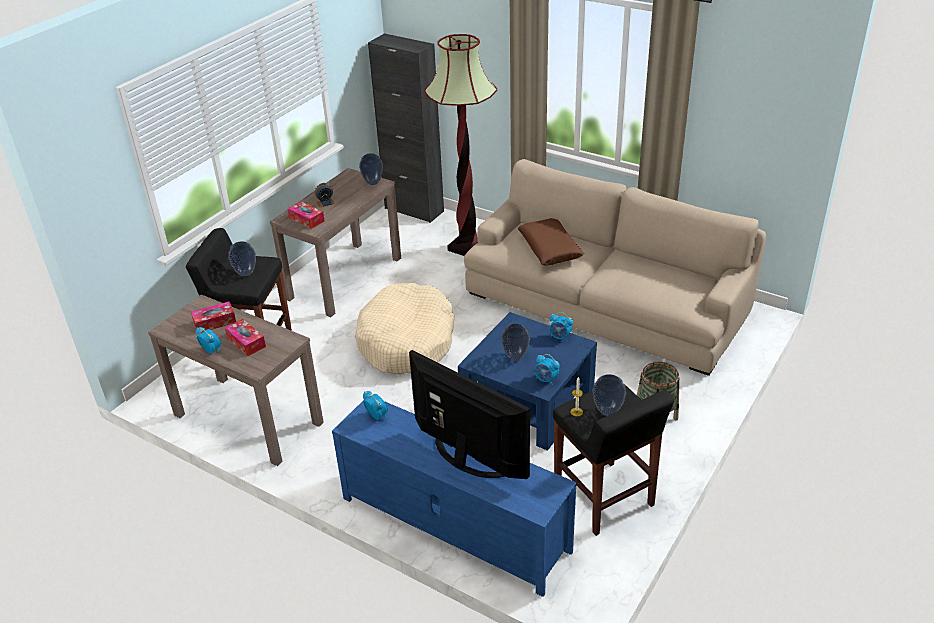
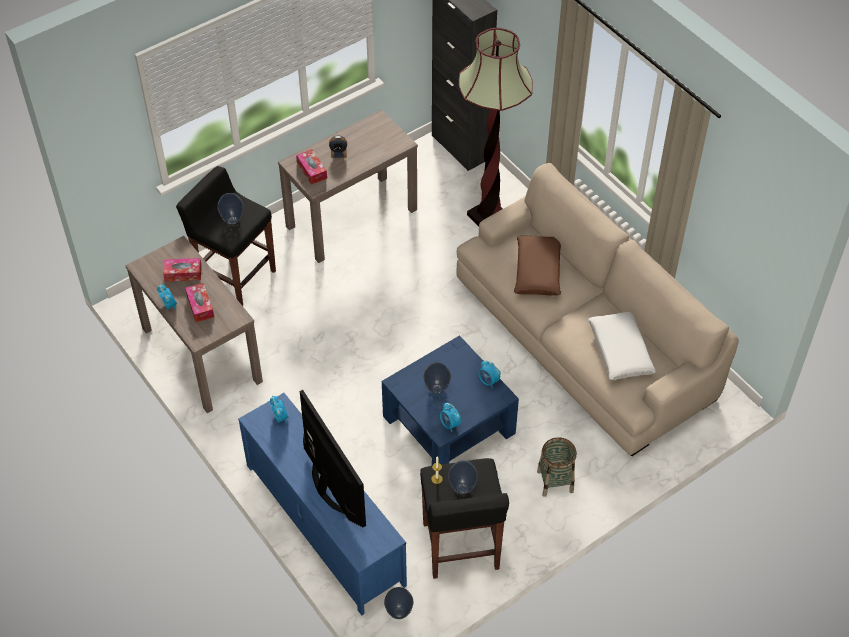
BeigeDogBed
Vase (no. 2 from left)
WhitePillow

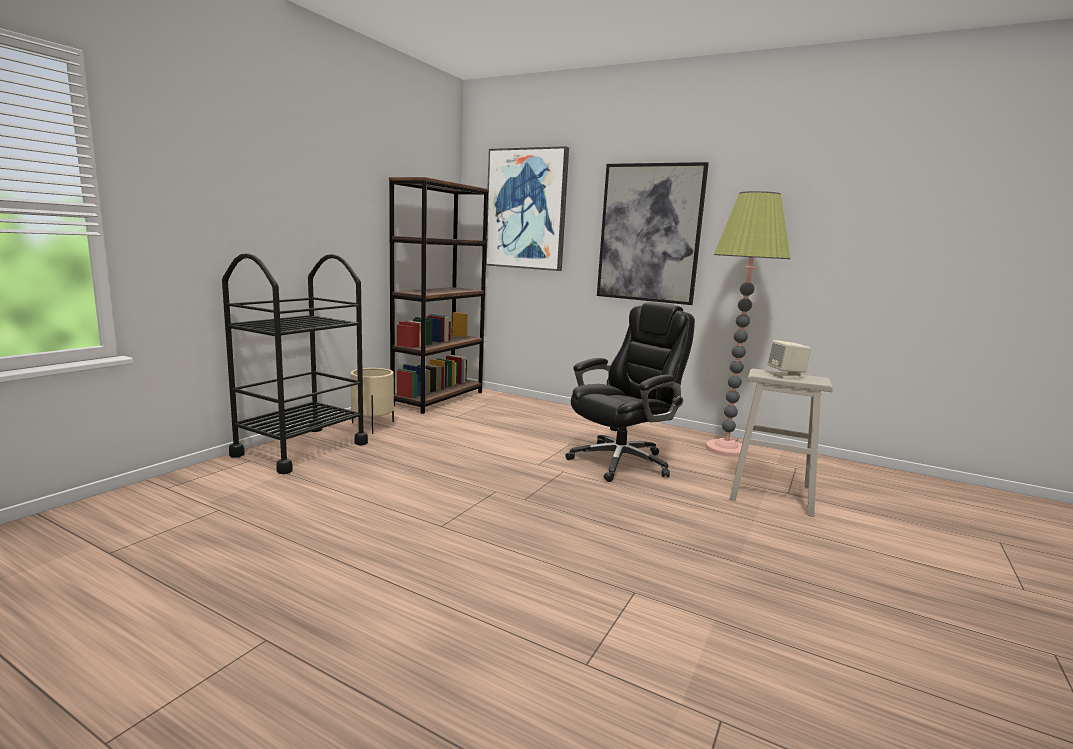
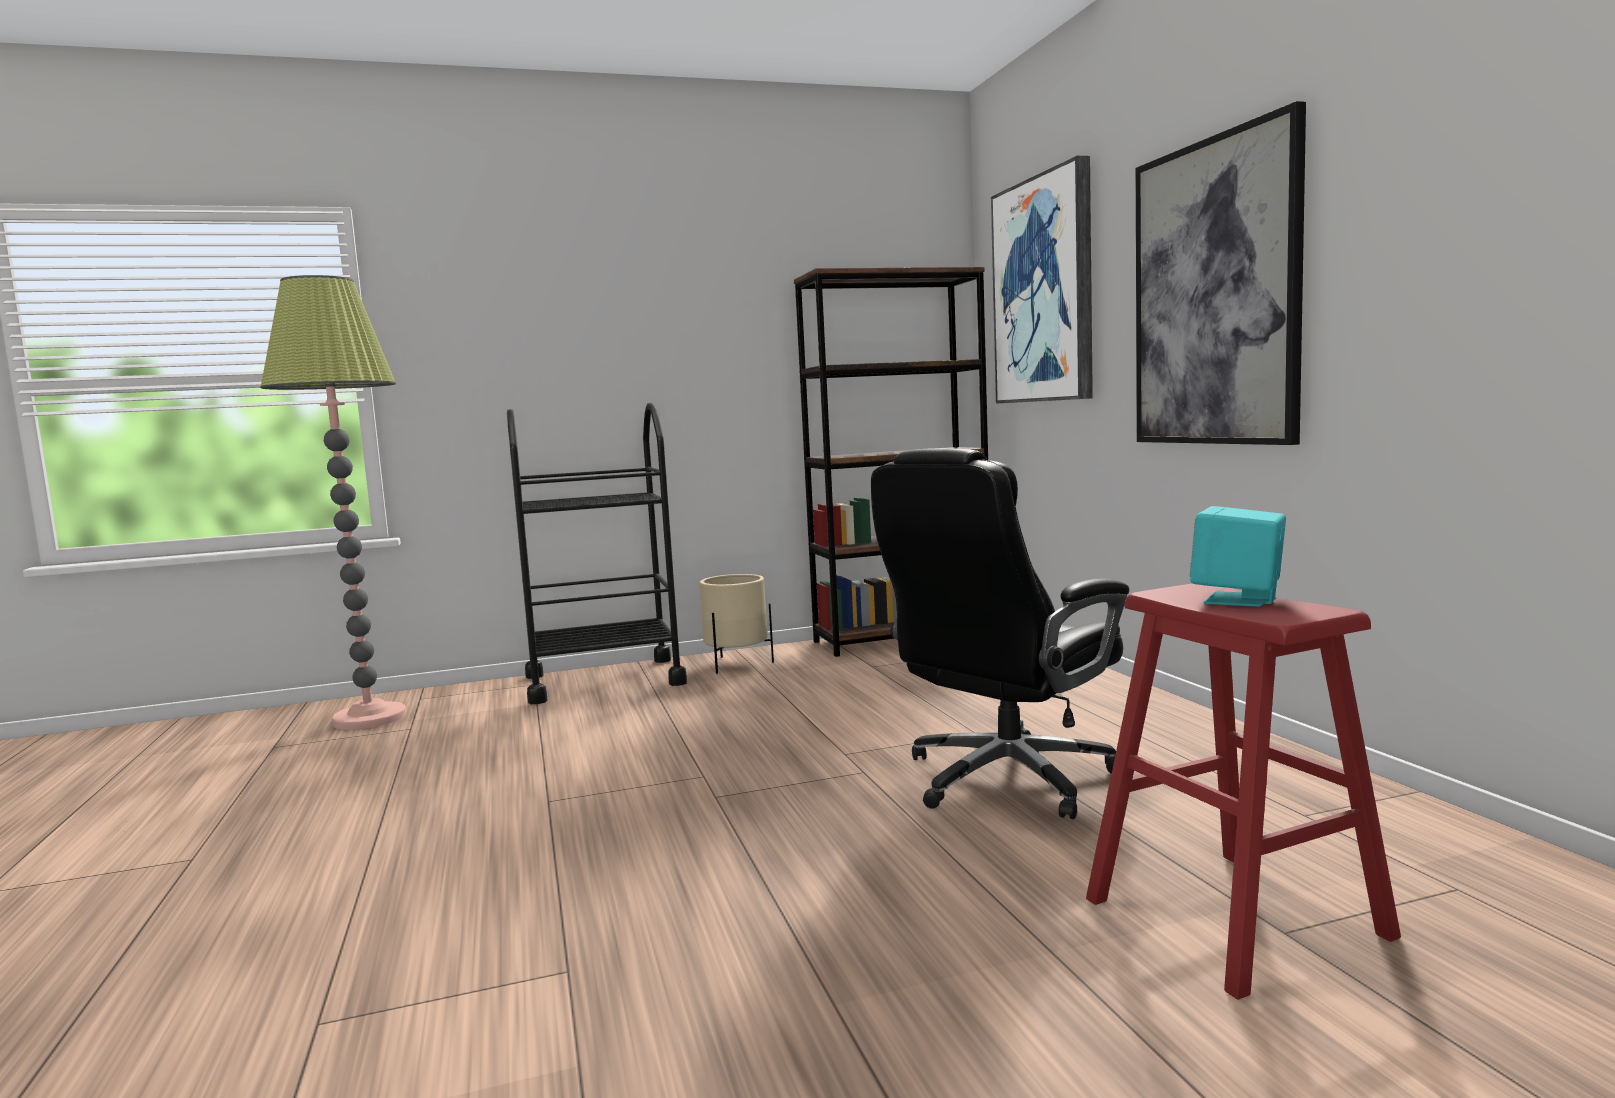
BlackOfficeChair
FloorLamp
RedStool
TurquoiseSpeaker

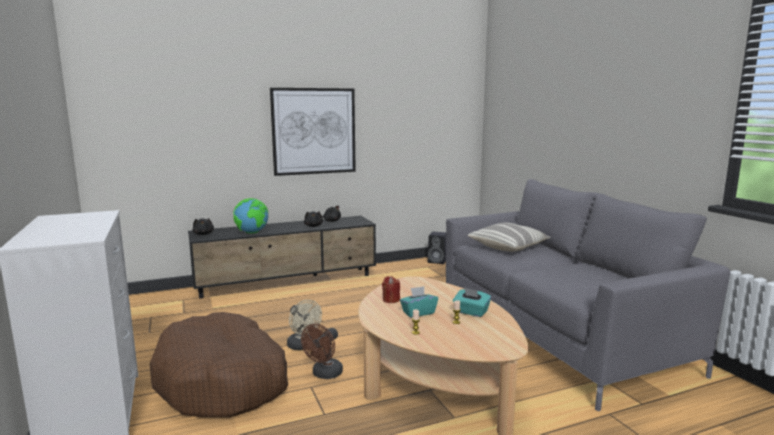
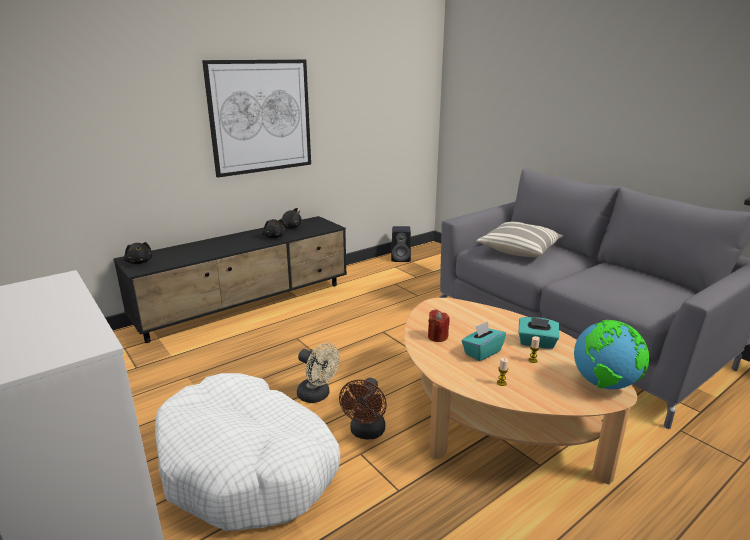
WhiteDogBed
Globe

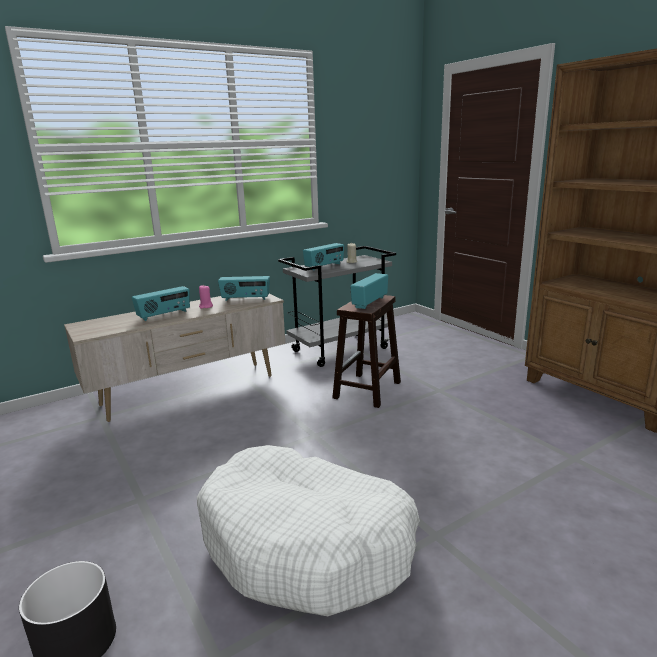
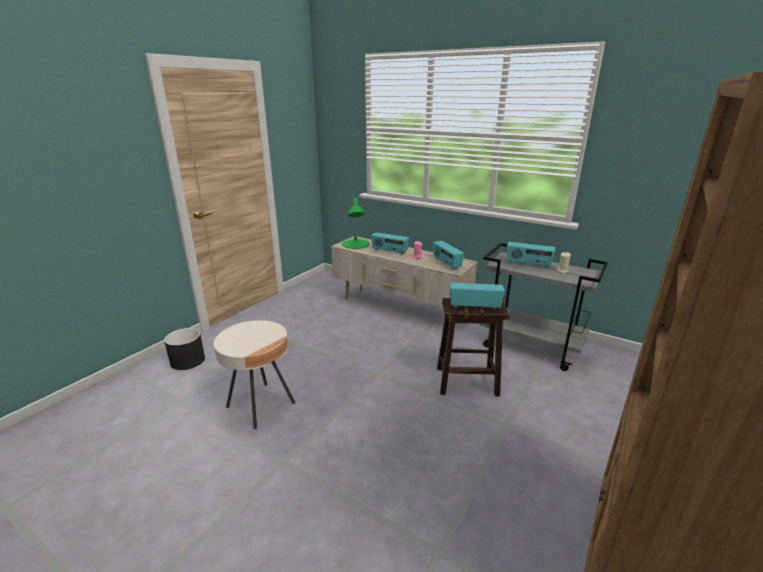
BeigeSideTable
GreenTableLamp

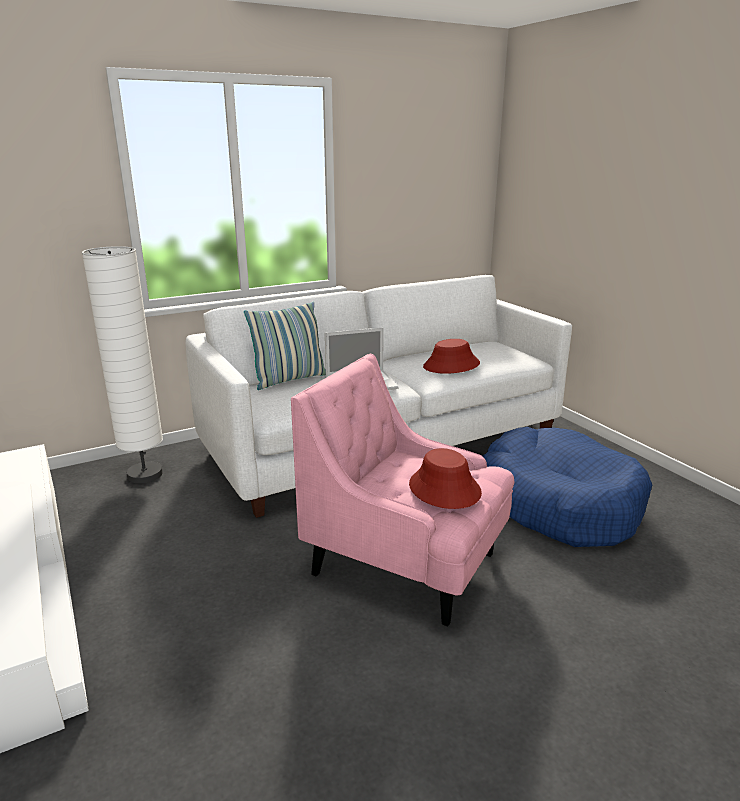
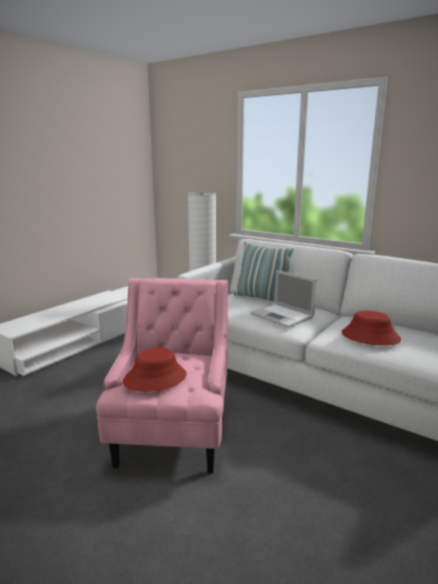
BlueDogBed

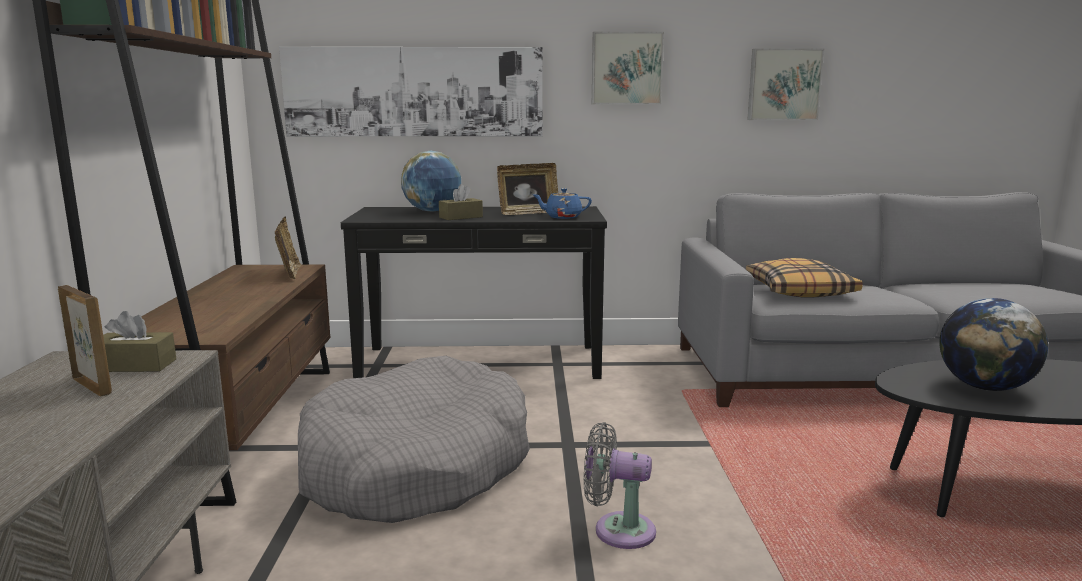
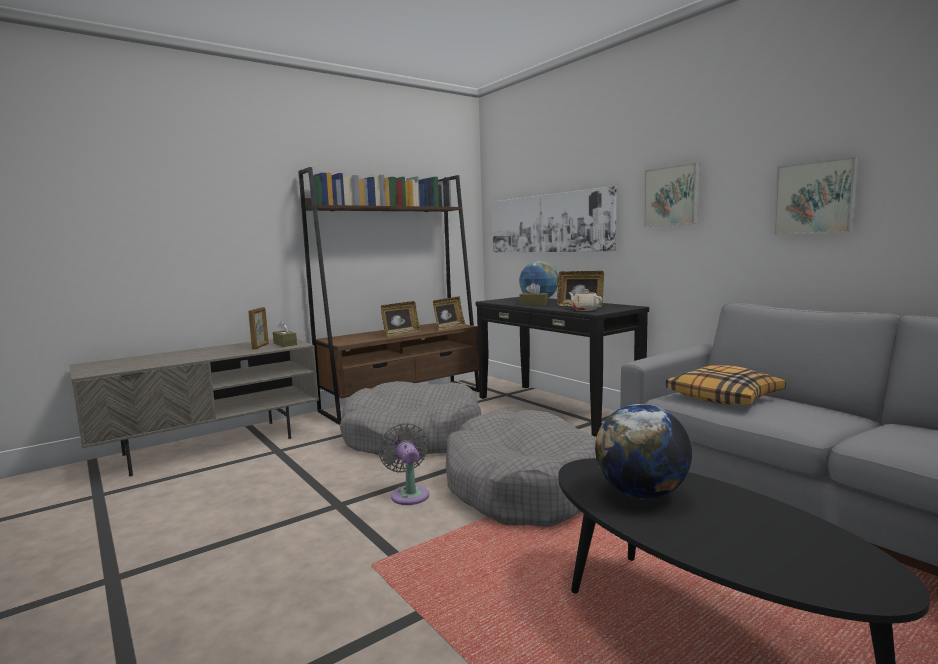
BeigeTeapot
PictureFrame (no. 2 from left)
GreyDogBed (no. 2 from left)

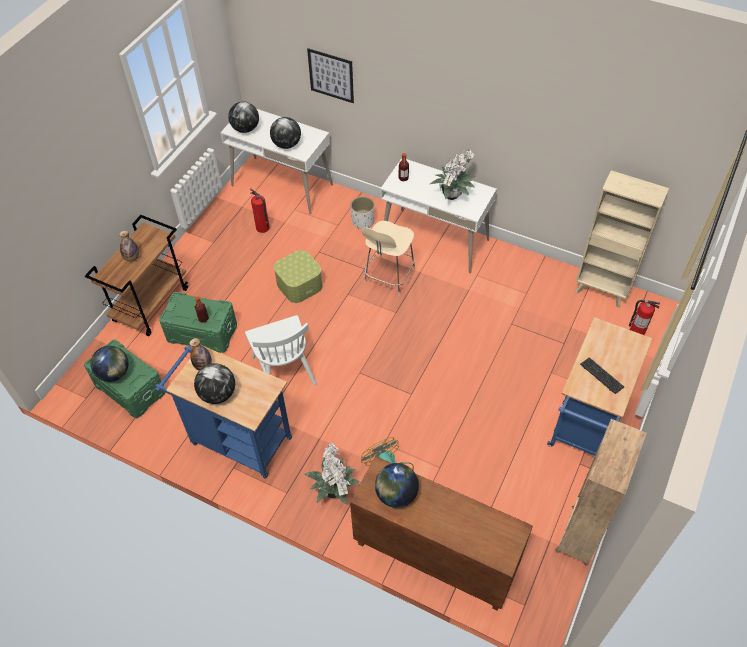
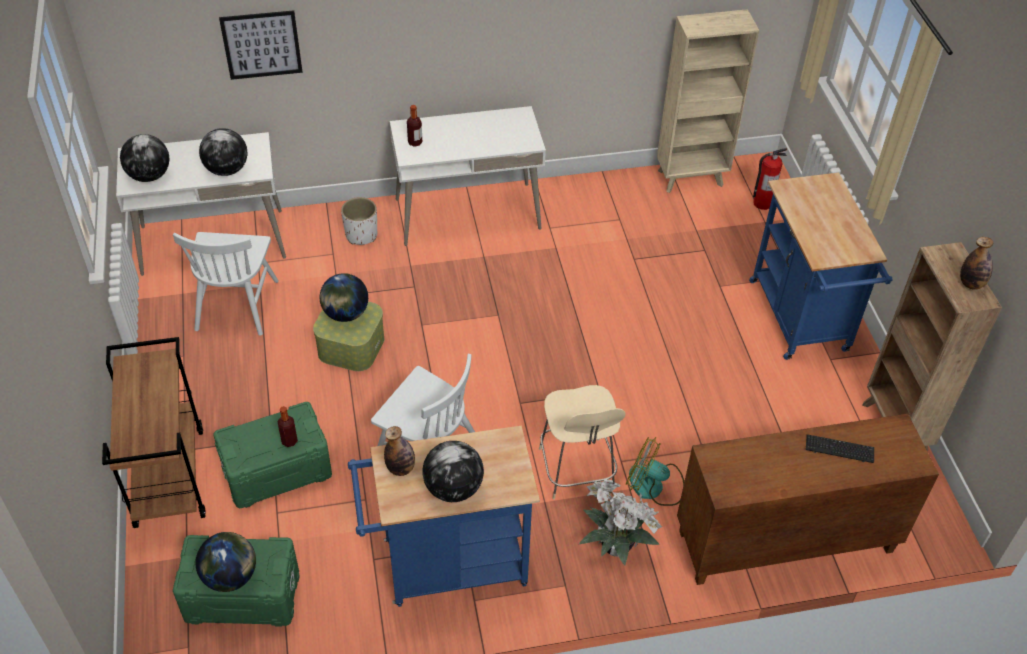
Bottle (no. 4 from left)
WhiteChair (no. 1 from left)
BeigeStool
Globe (no. 4 from left)
PottedPlant (no. 2 from left in the first image)
Keyboard

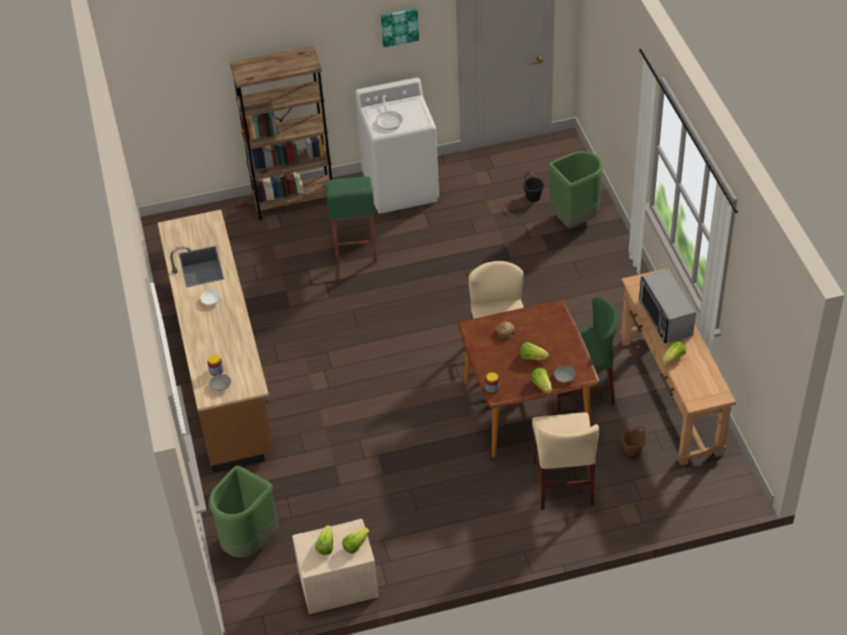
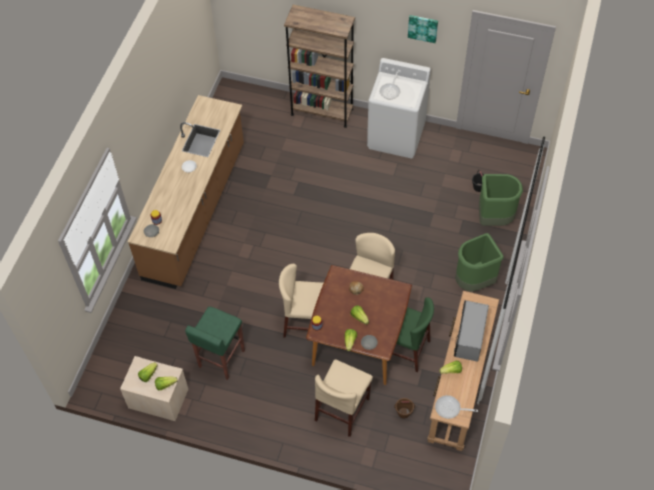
GreenTrashCan (no. 1 from left)
GreenStool
BeigeChair (no. 1 from left)
FryingPan (no. 2 from left)

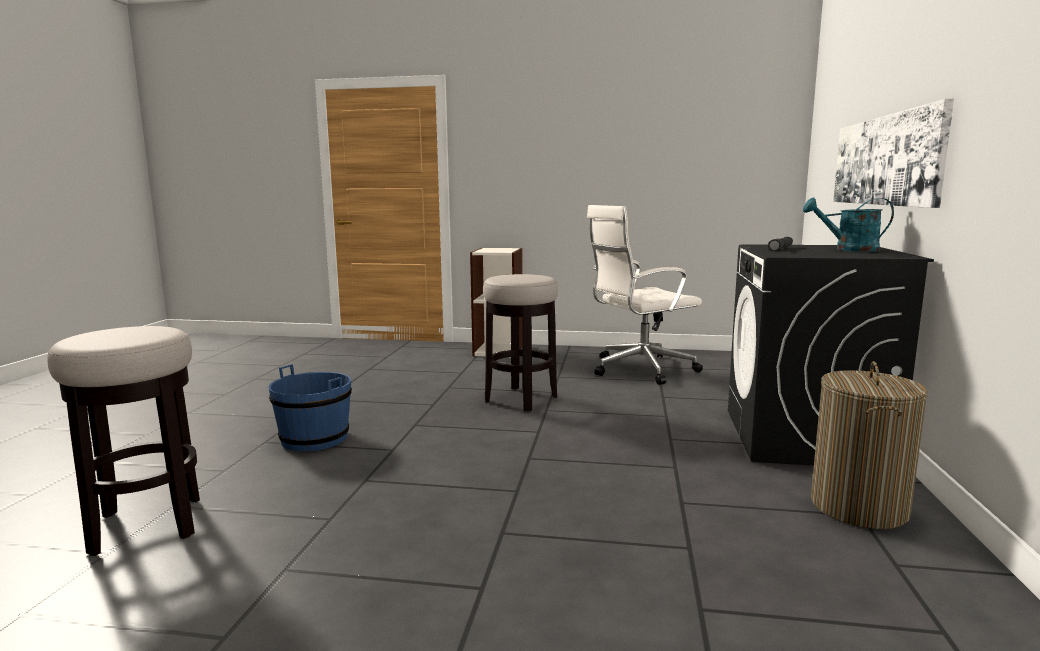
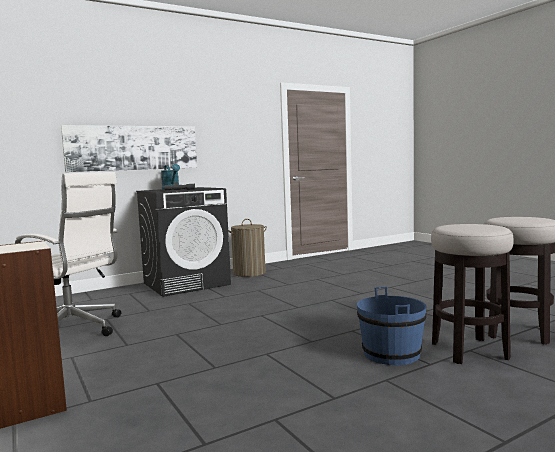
Stool (no. 1 from left)

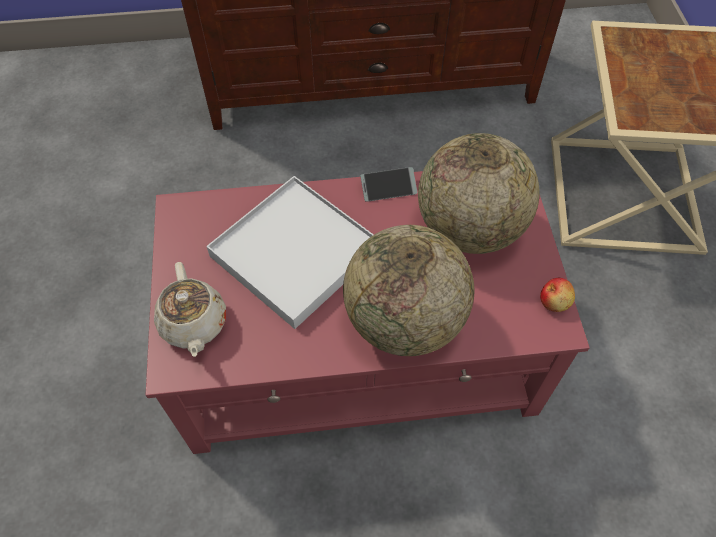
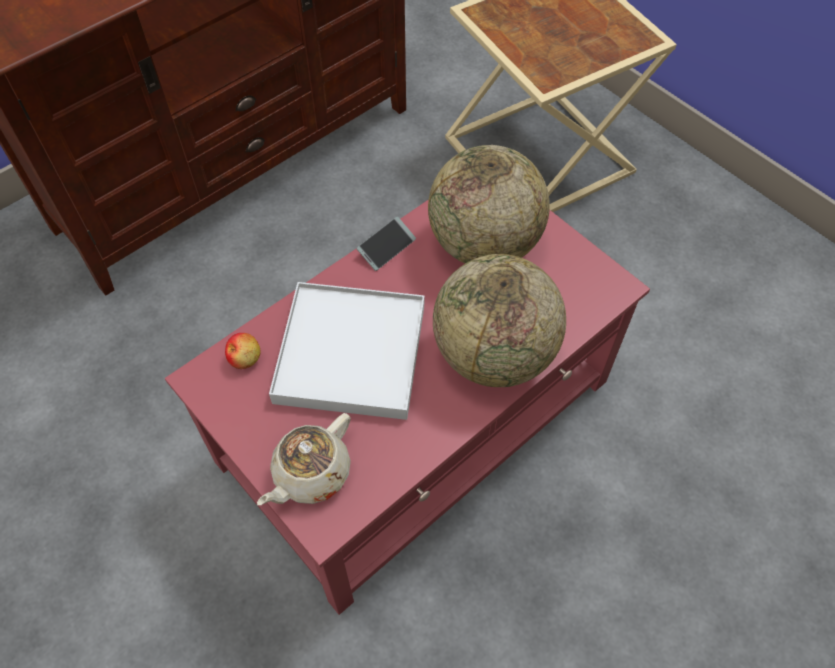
BeigeTeapot
Apple

